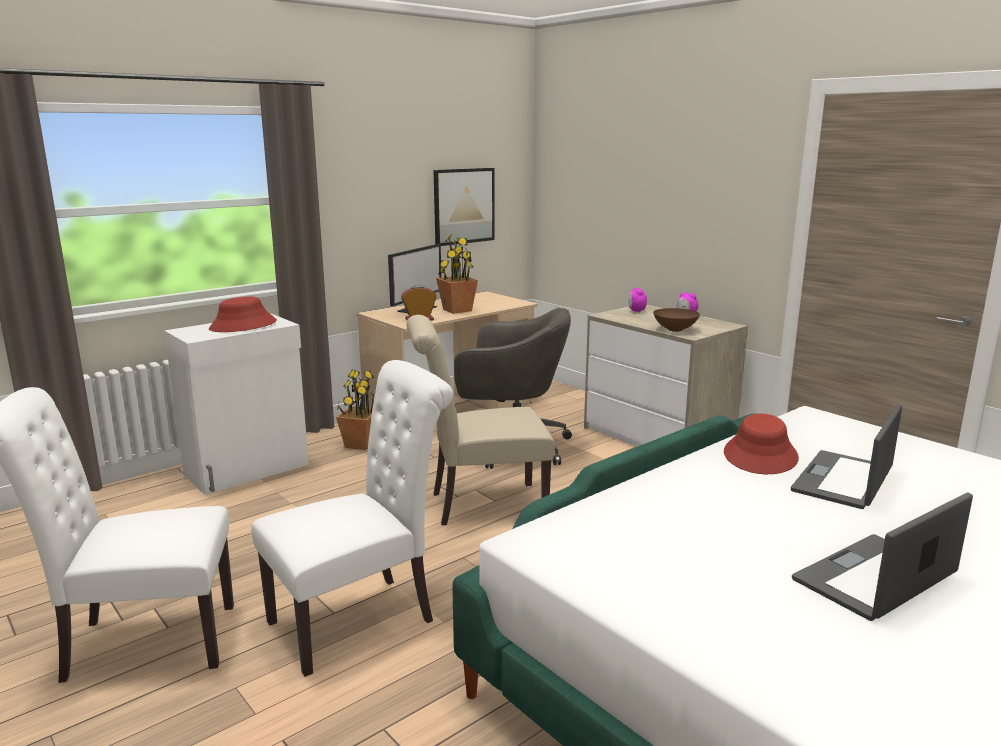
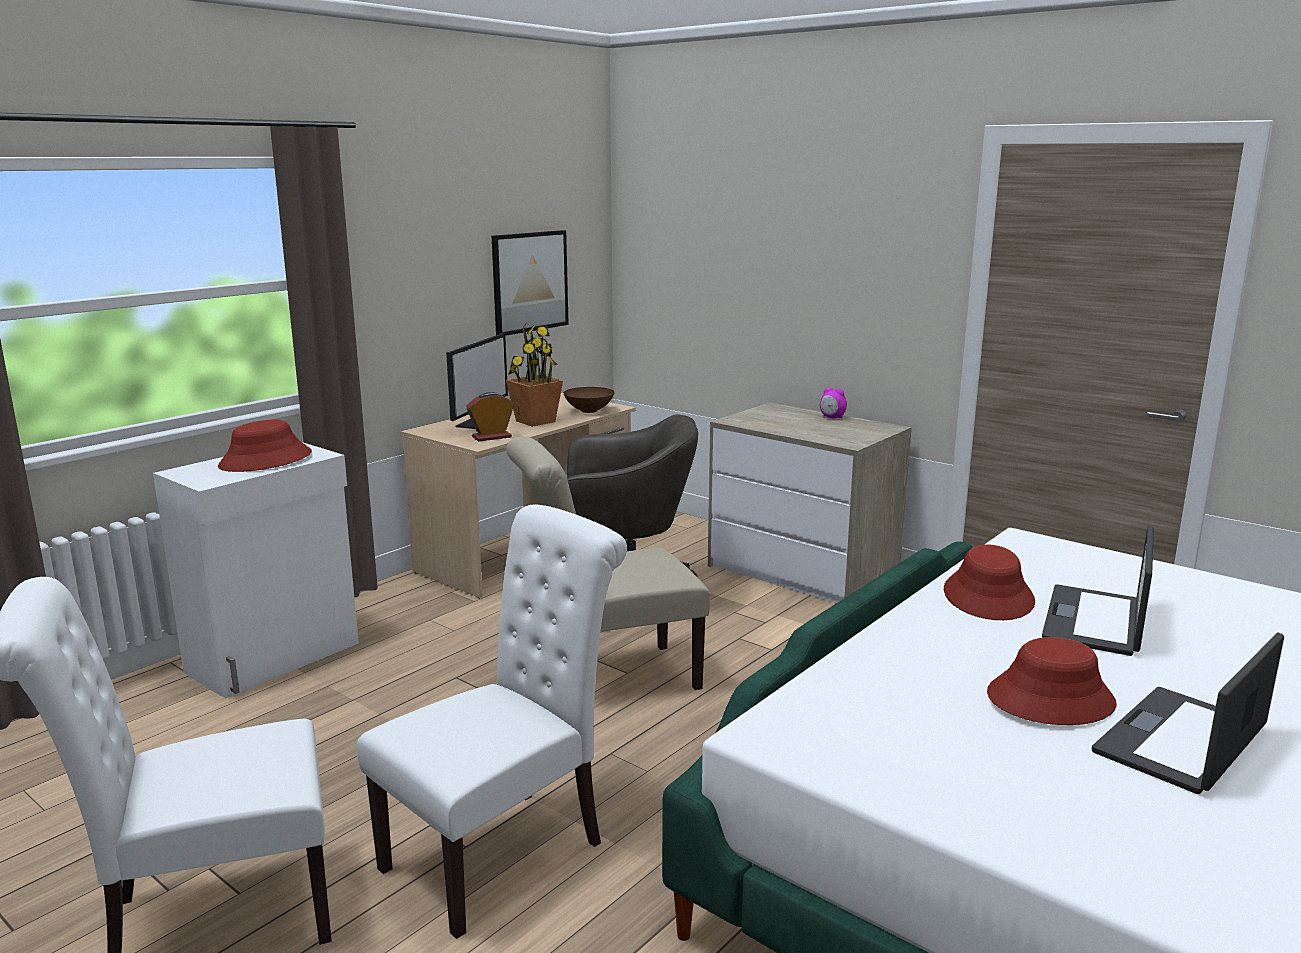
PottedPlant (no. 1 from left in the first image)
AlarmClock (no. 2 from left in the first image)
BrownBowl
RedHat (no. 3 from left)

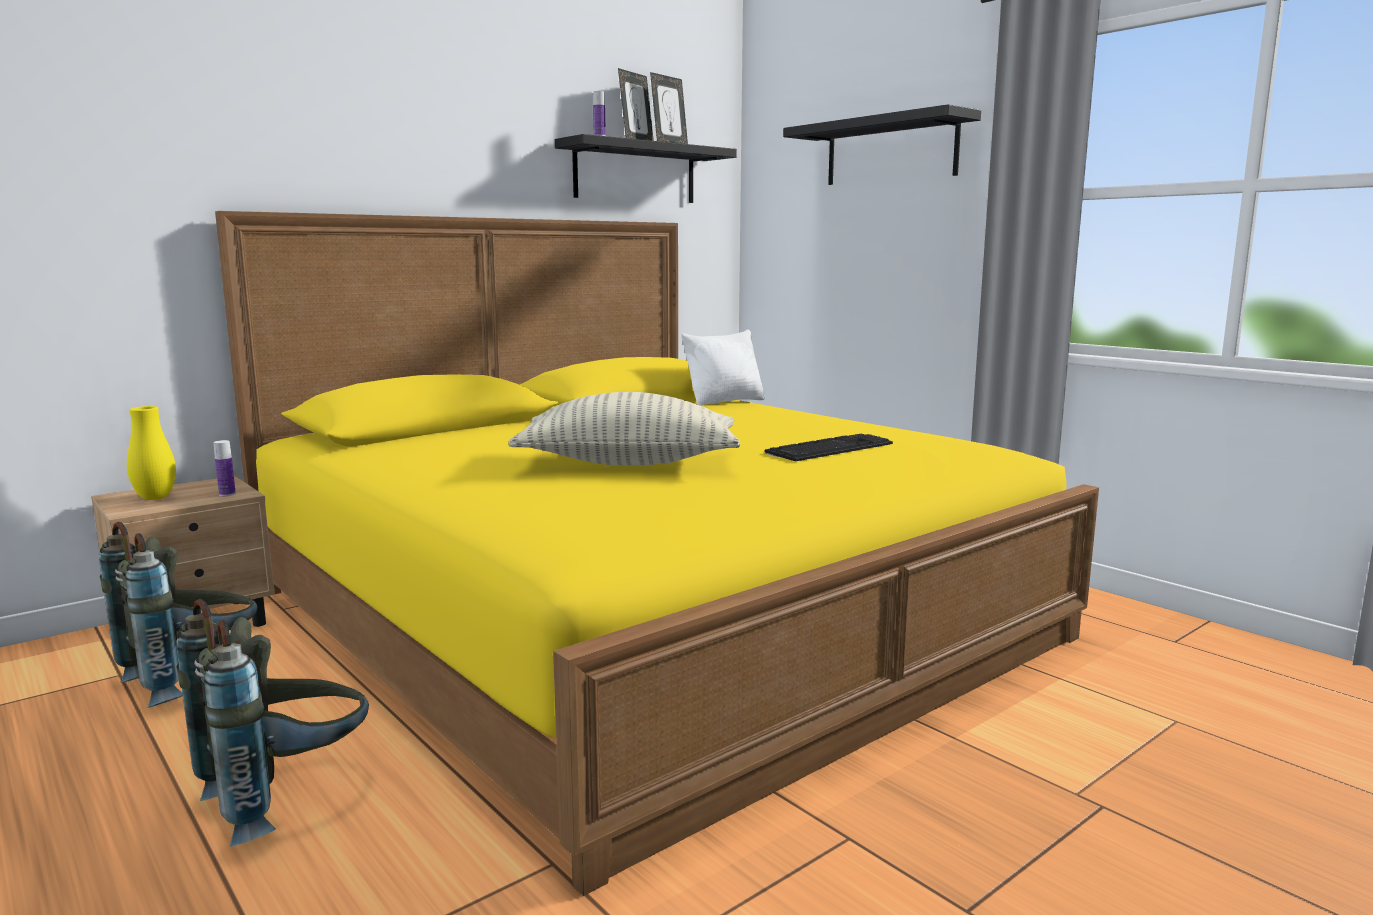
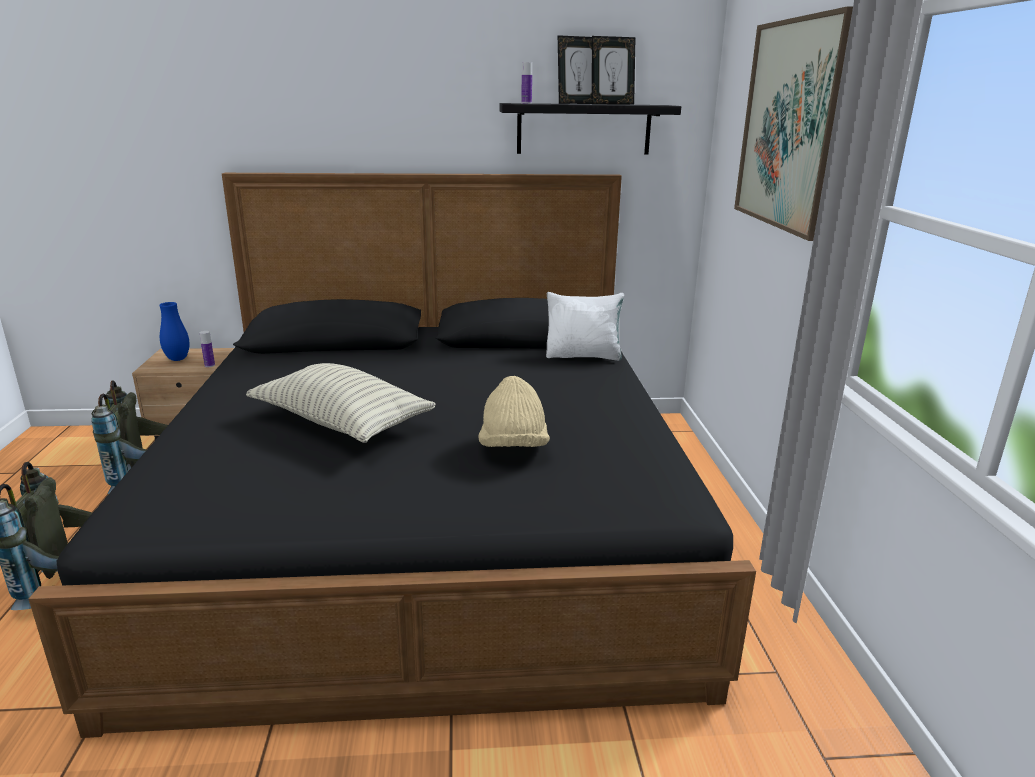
BlueVase
BlackBed
BeigeHat
Picture

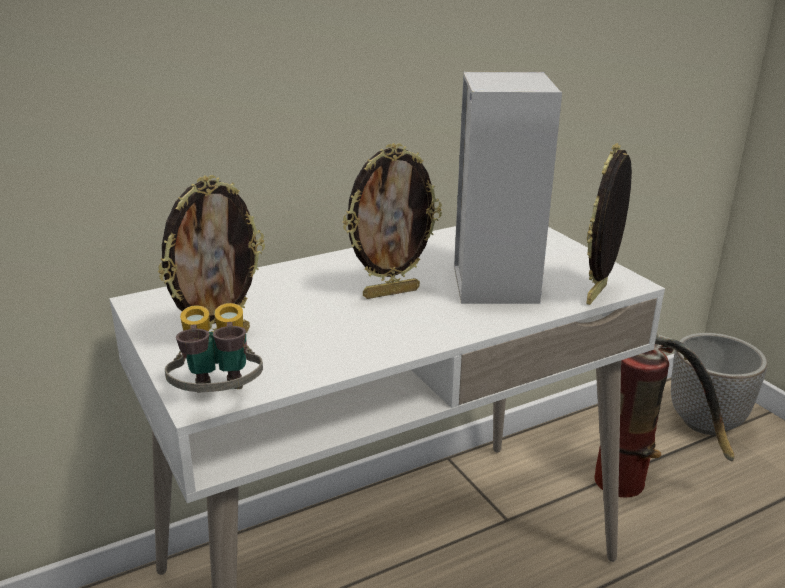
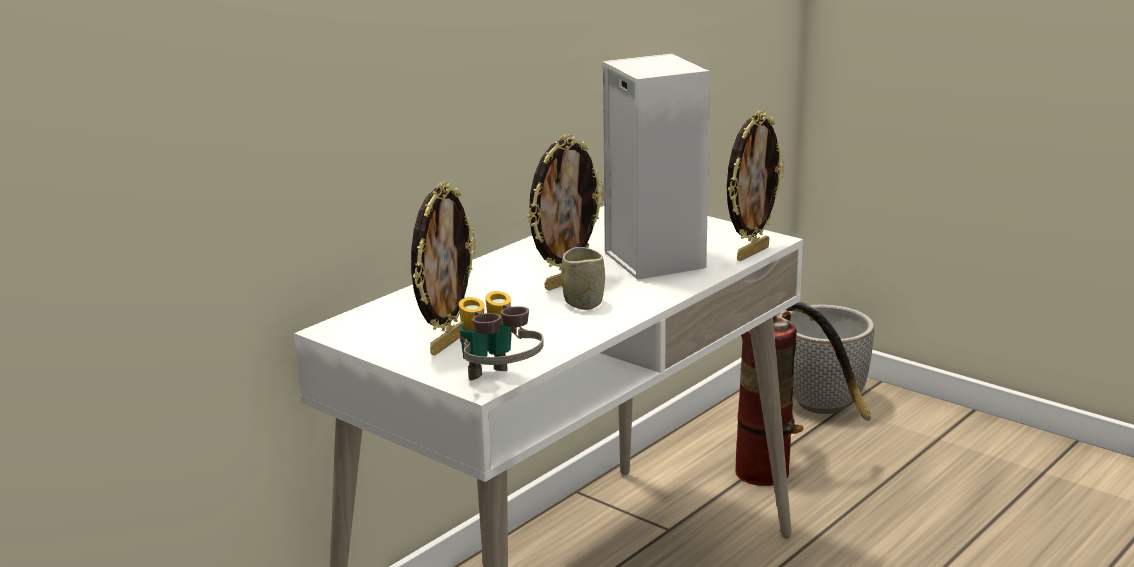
PictureFrame (no. 3 from left)
Cup

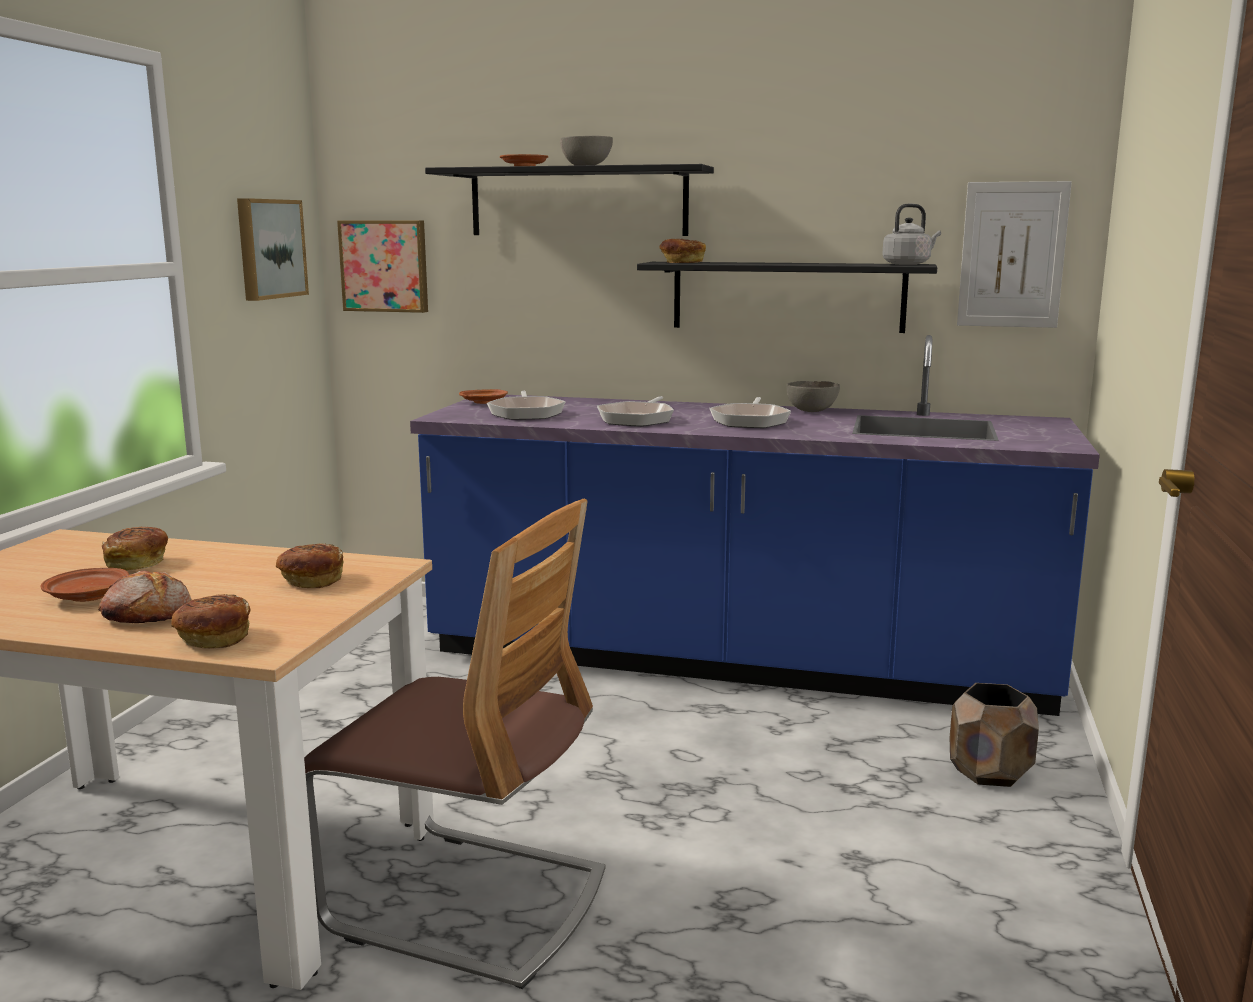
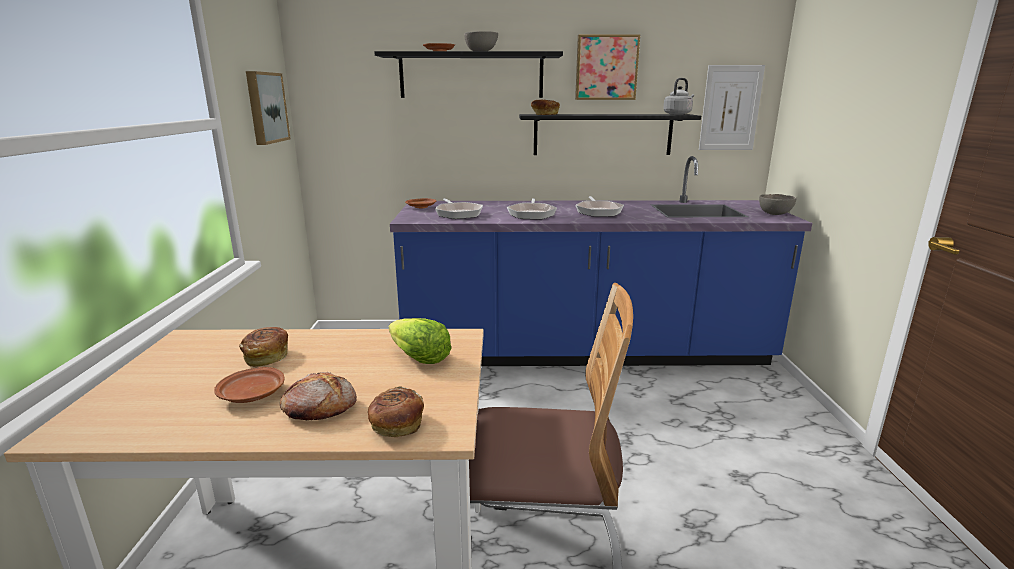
Lettuce
Picture (no. 2 from left)
GreyBowl (no. 2 from left)
BrownPlanter

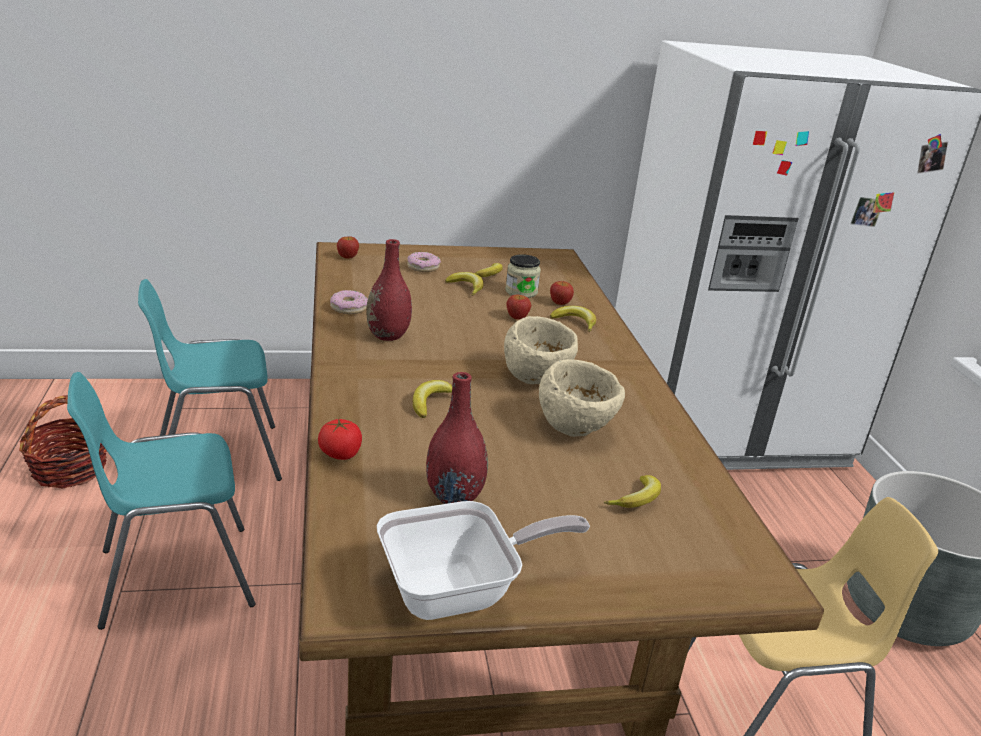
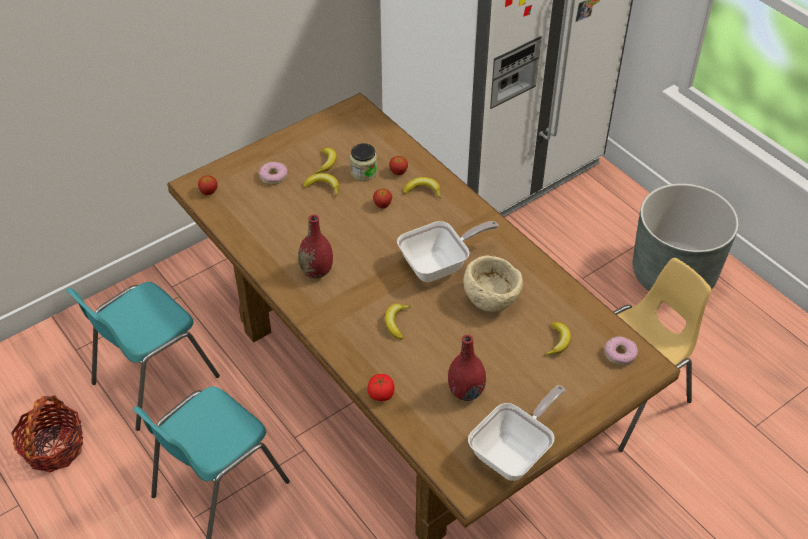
Donut (no. 2 from left)
FryingPan (no. 1 from left)

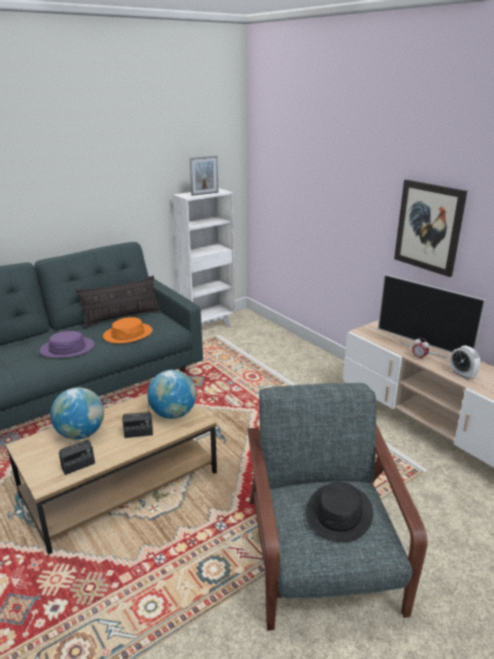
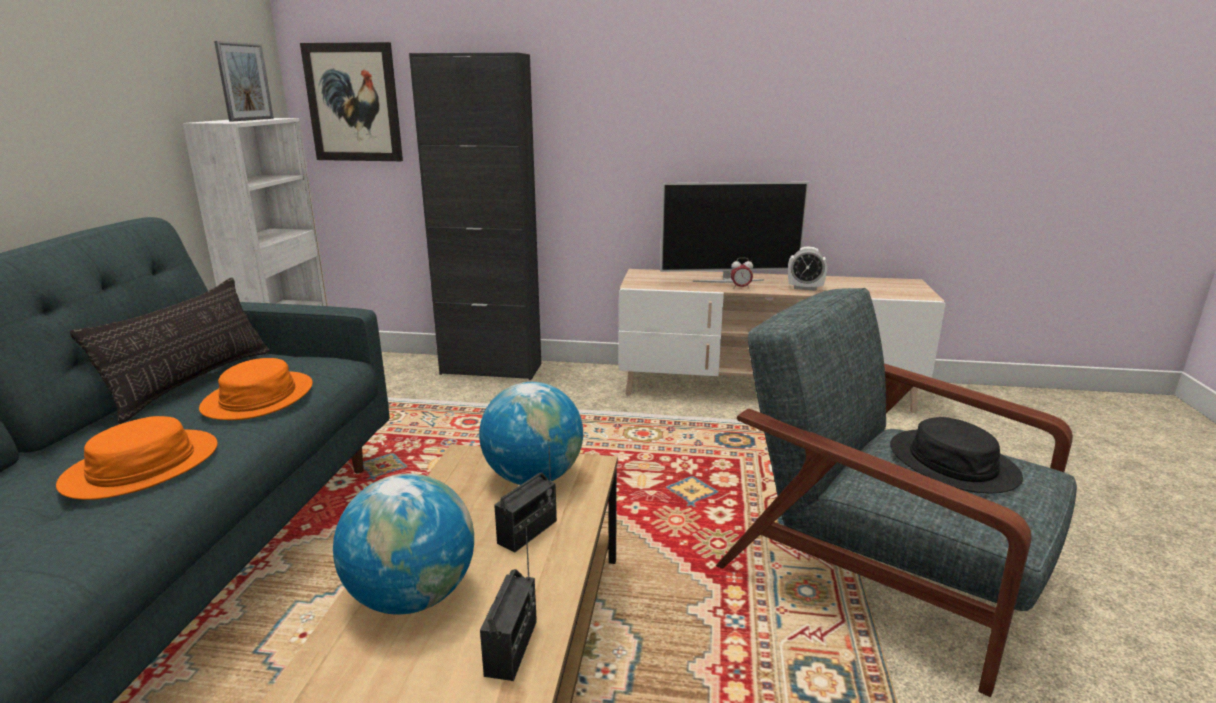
OrangeHat (no. 1 from left)
Picture
BlackCabinet

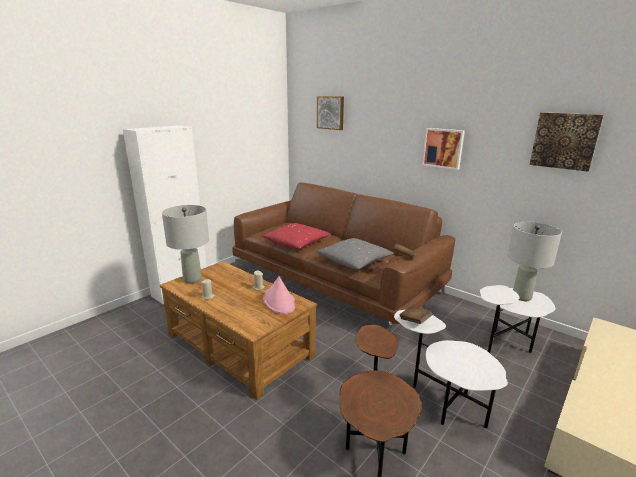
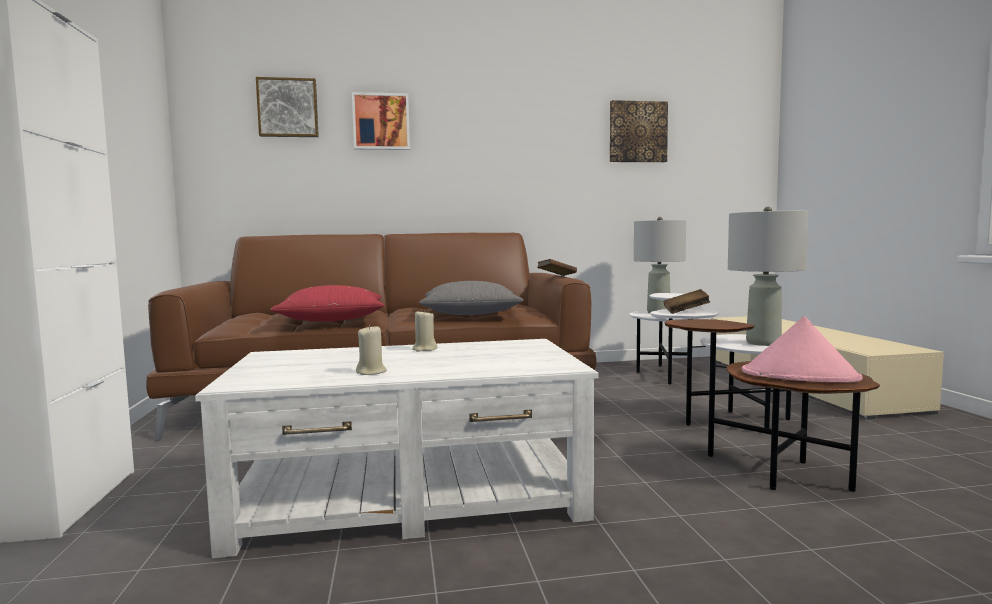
WhiteCoffeeTable
GreyTableLamp (no. 2 from left)
PinkHat
Picture (no. 2 from left)

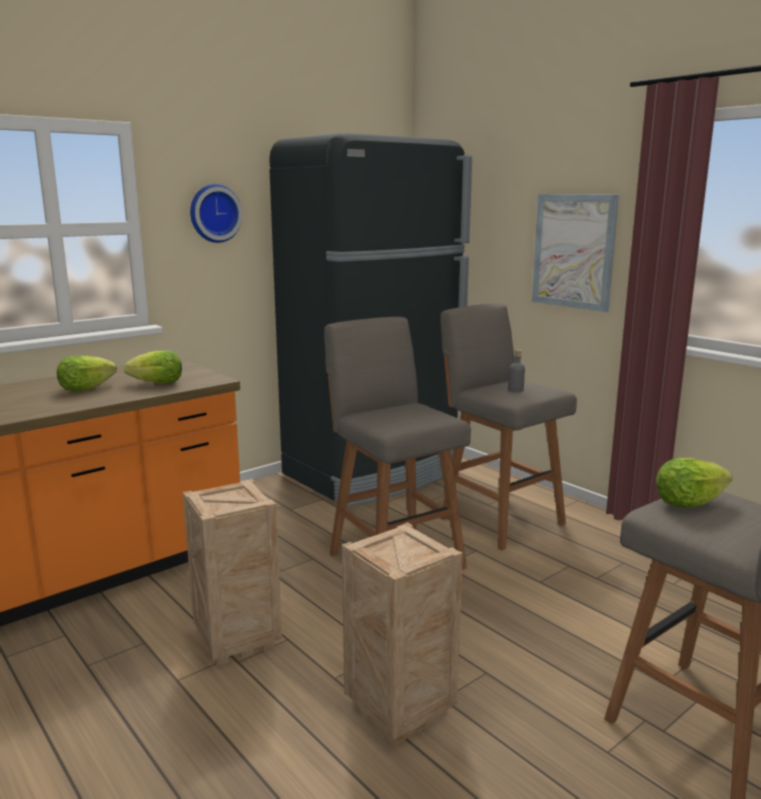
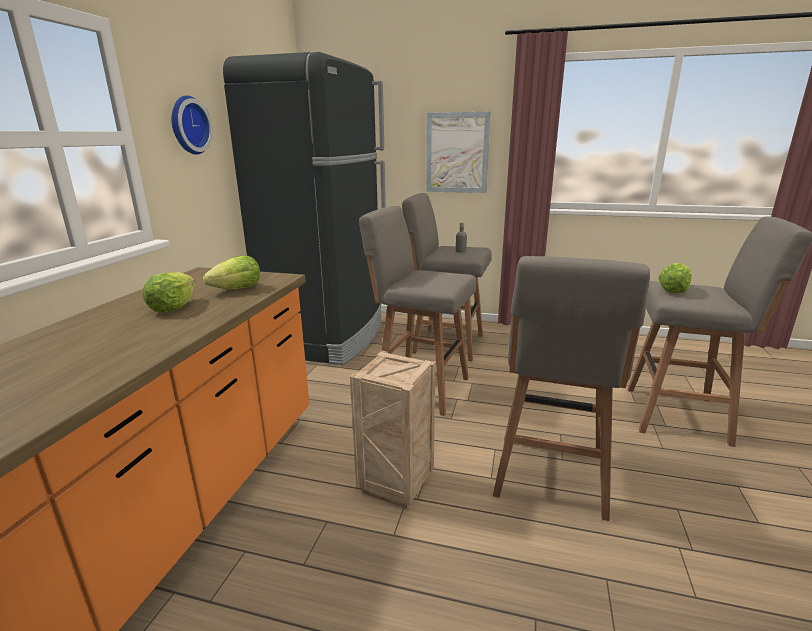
GreyStool (no. 3 from left)

